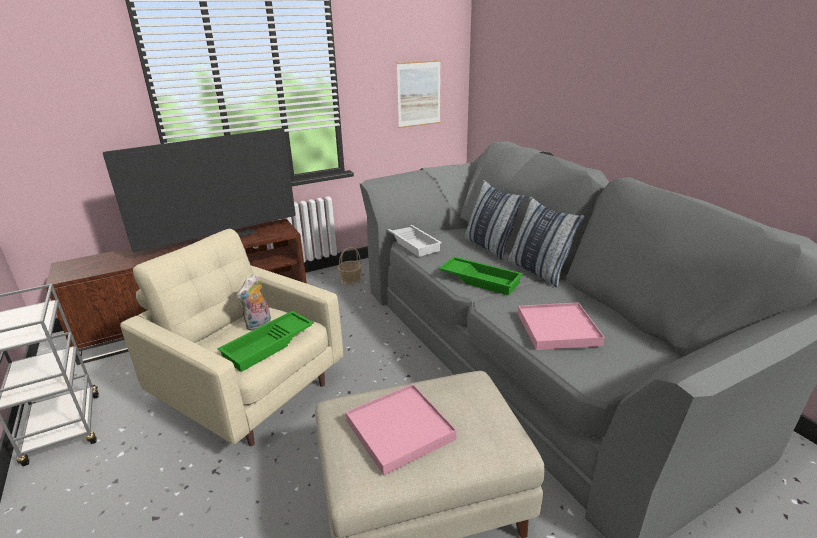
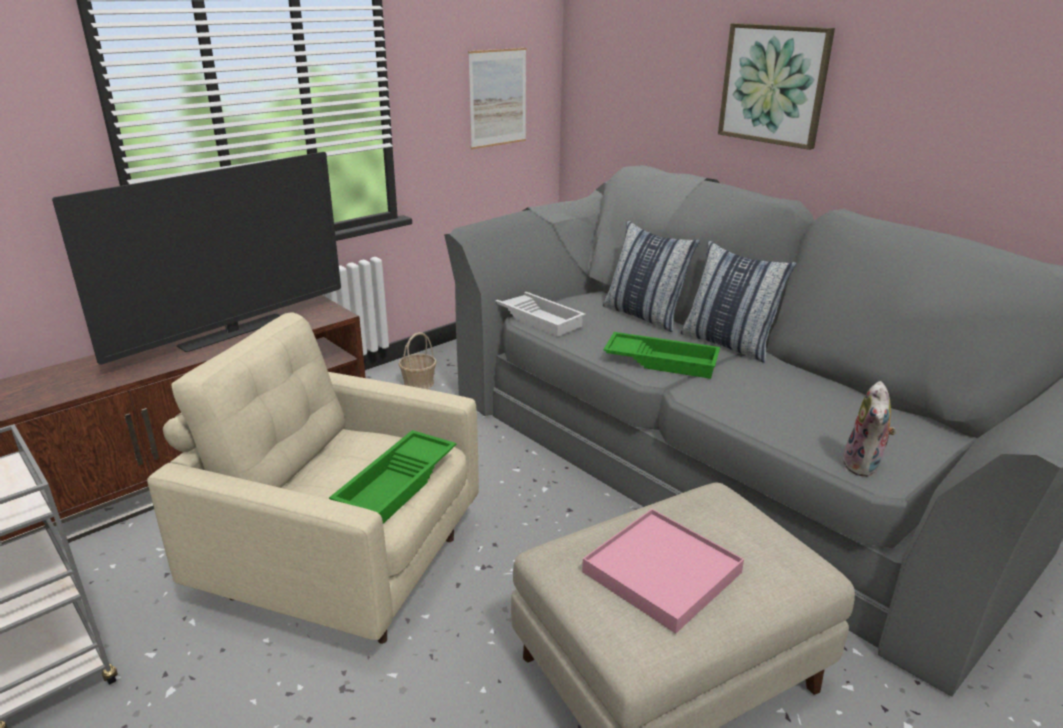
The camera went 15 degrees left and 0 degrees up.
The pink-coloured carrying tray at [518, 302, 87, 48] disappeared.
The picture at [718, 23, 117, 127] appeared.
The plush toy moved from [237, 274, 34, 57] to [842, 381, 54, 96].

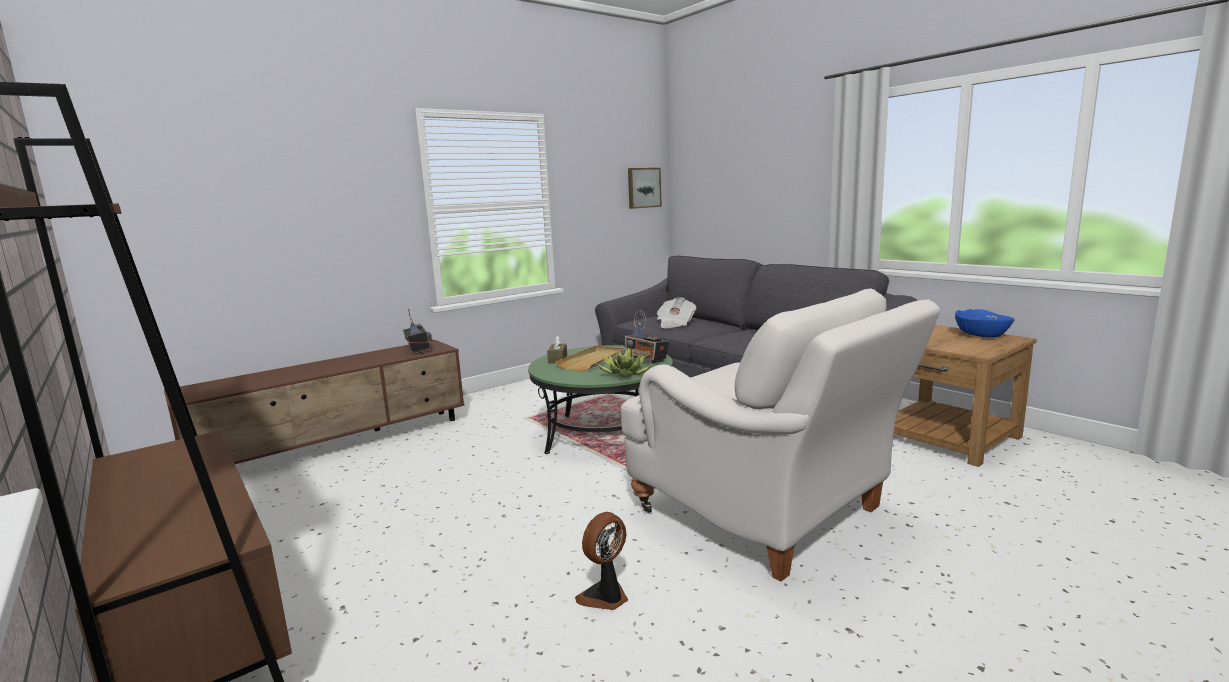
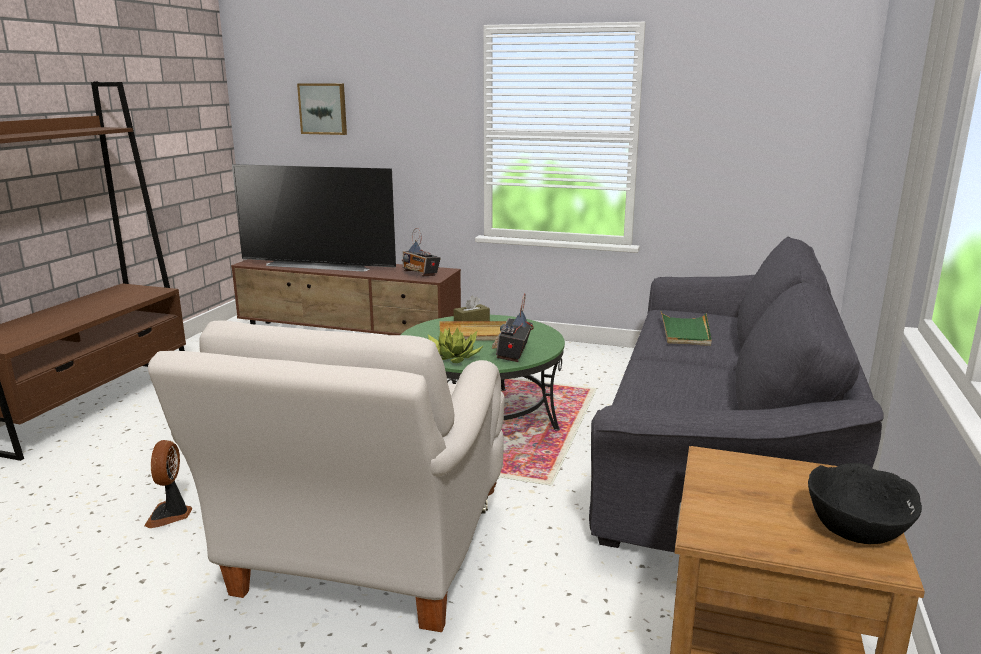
The camera went 55 degrees right and 5 degrees up.
The TV set at [232, 164, 164, 108] appeared.
The picture moved from [628, 168, 34, 41] to [297, 83, 50, 52].
The printed paper at [657, 297, 39, 32] was replaced by the green-coloured carrying tray at [661, 311, 51, 35].
The bluish bowl at [955, 309, 60, 29] became the black-coloured bowl at [808, 463, 114, 81].
The radio receiver at [403, 308, 30, 46] turned 105 degrees clockwise.
The electric fan at [575, 512, 53, 98] turned 105 degrees counterclockwise.

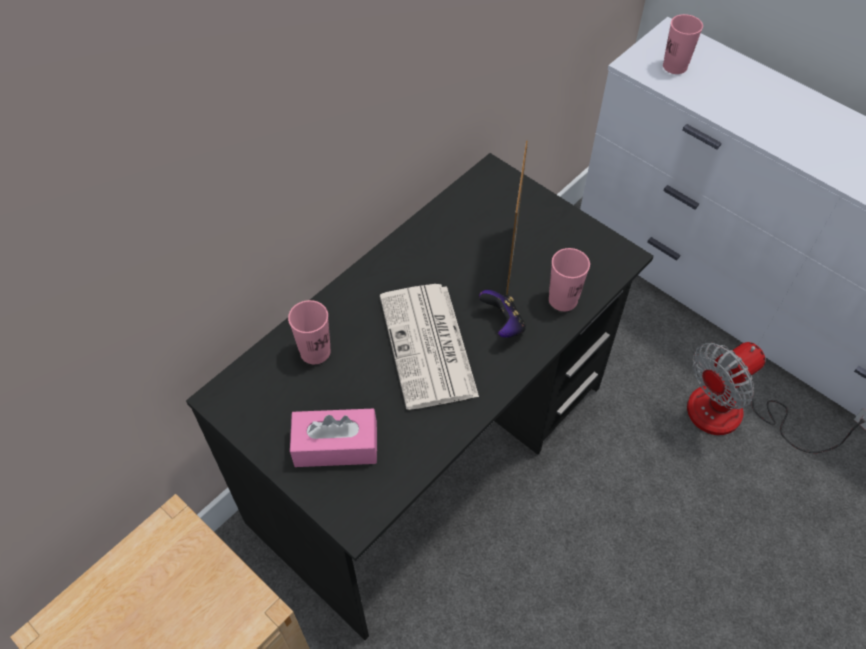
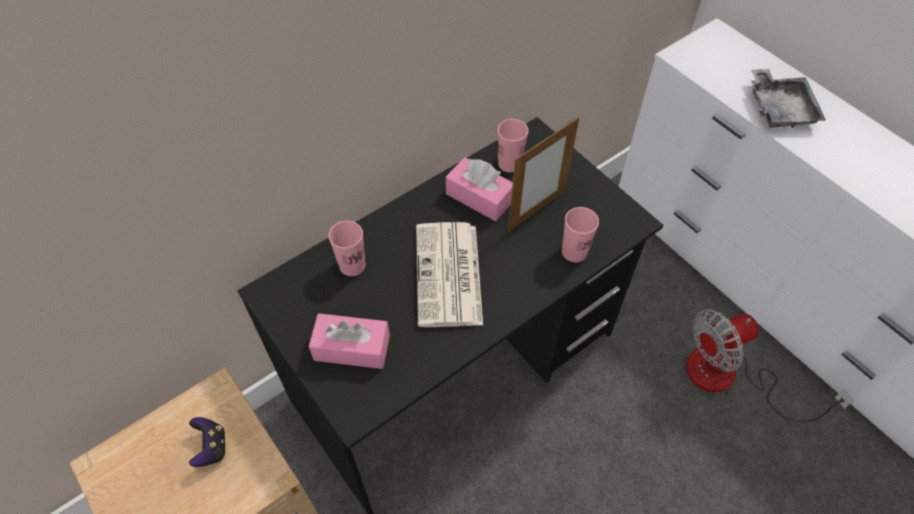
The camera went 10 degrees right and 0 degrees up.
The pink-coloured box of tissues at [446, 157, 67, 64] appeared.
The greyish carrying tray at [751, 69, 75, 59] appeared.
The gamepad moved from [479, 290, 47, 48] to [189, 417, 37, 50].
The pink-coloured cup moved from [663, 14, 40, 60] to [498, 119, 31, 53].
The photo frame at [506, 141, 22, 154] turned 150 degrees counterclockwise.

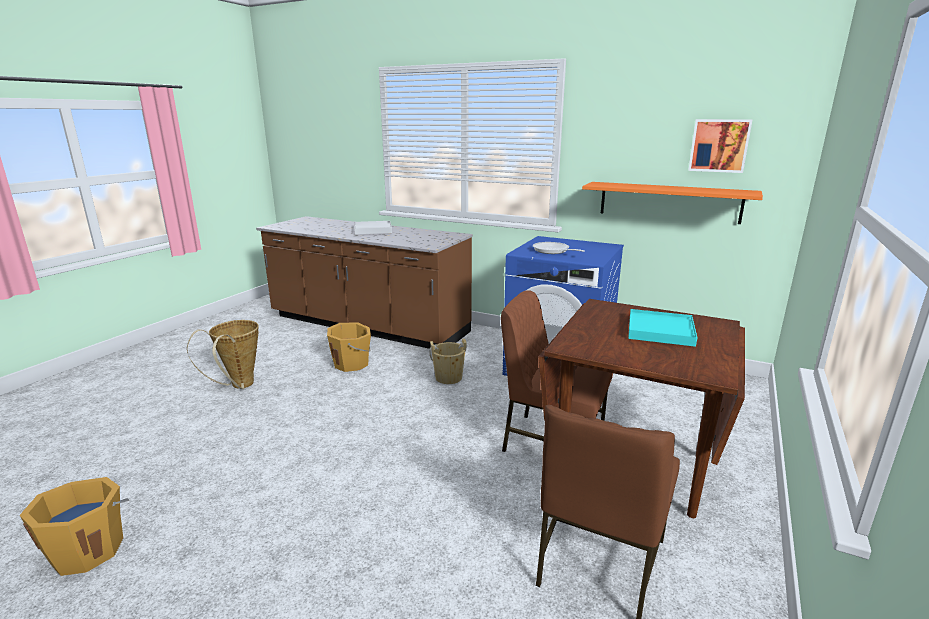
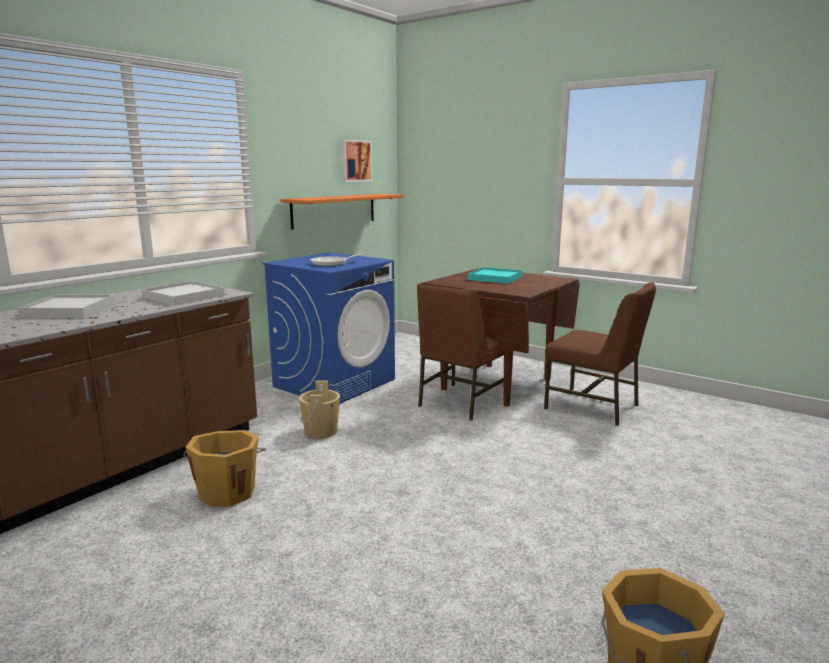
The camera went 80 degrees left and 5 degrees down.
The household basket at [187, 320, 72, 69] disappeared.
The white carrying tray at [141, 281, 84, 25] appeared.

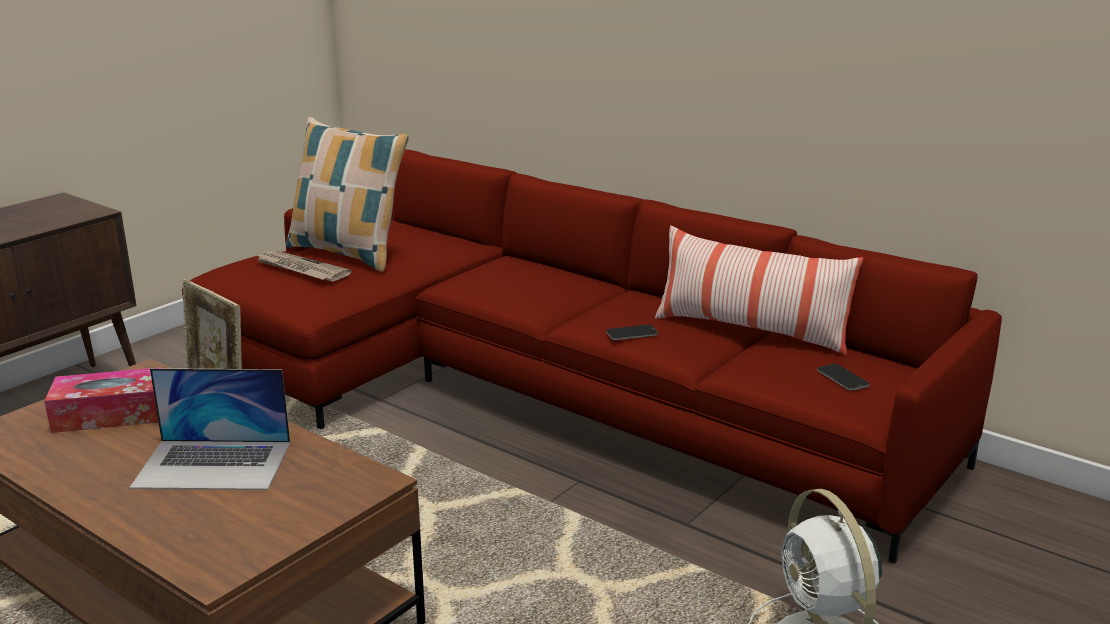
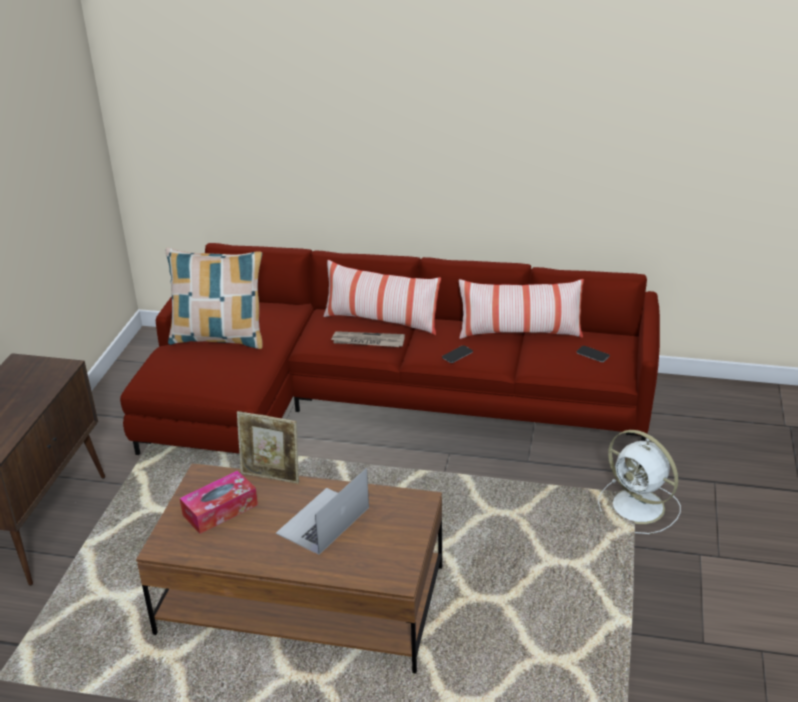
The camera went 25 degrees left and 10 degrees up.
The cushion at [323, 260, 118, 75] appeared.
The printed paper moved from [256, 250, 95, 31] to [331, 331, 74, 16].
The portable computer at [129, 368, 161, 122] turned 150 degrees clockwise.

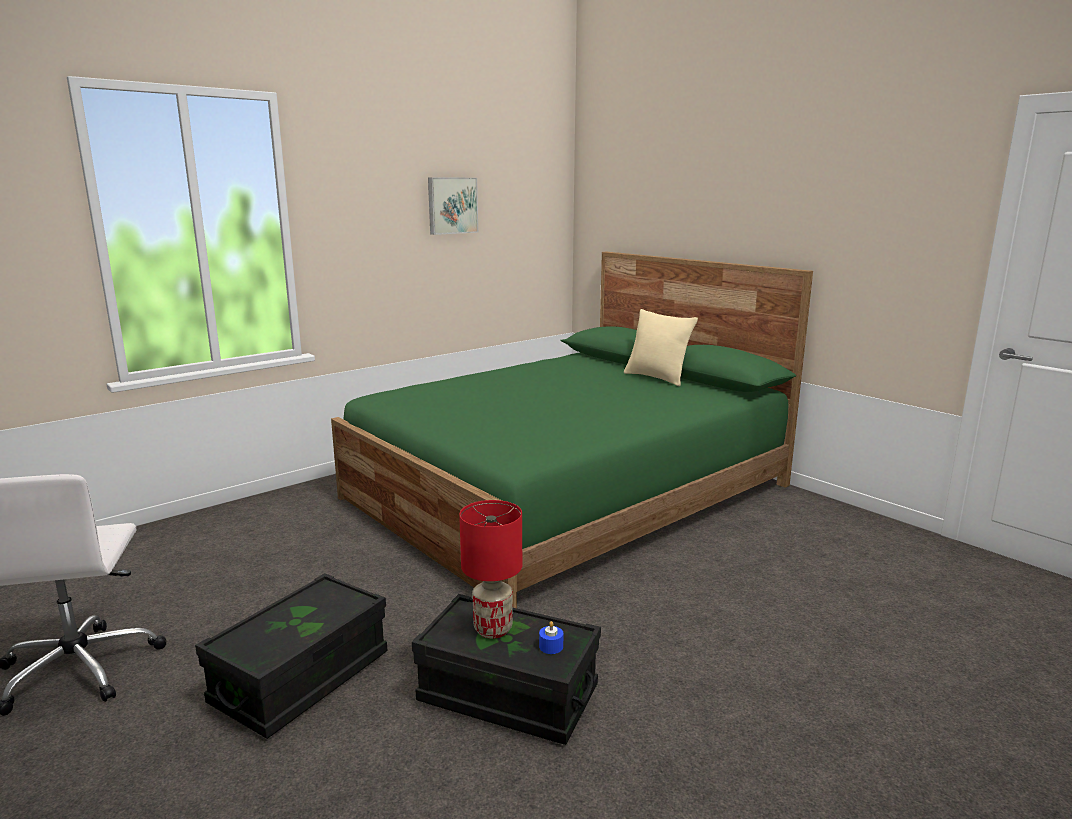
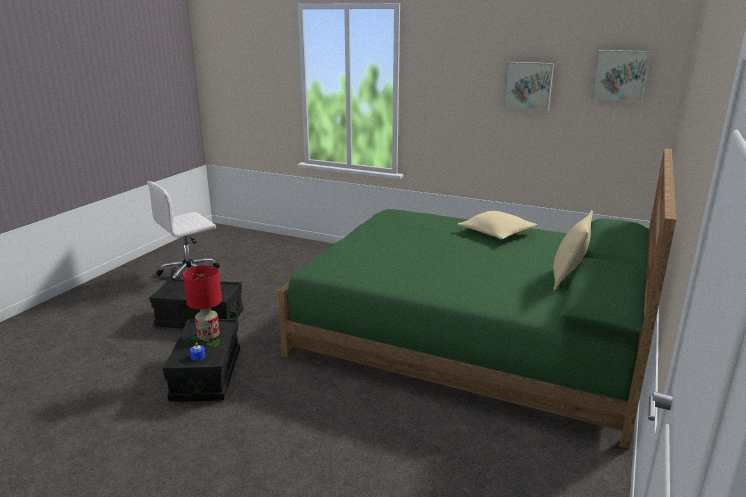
The camera went 65 degrees right and 5 degrees up.
The sand-coloured cushion at [457, 211, 80, 28] appeared.
The picture at [591, 50, 59, 52] appeared.

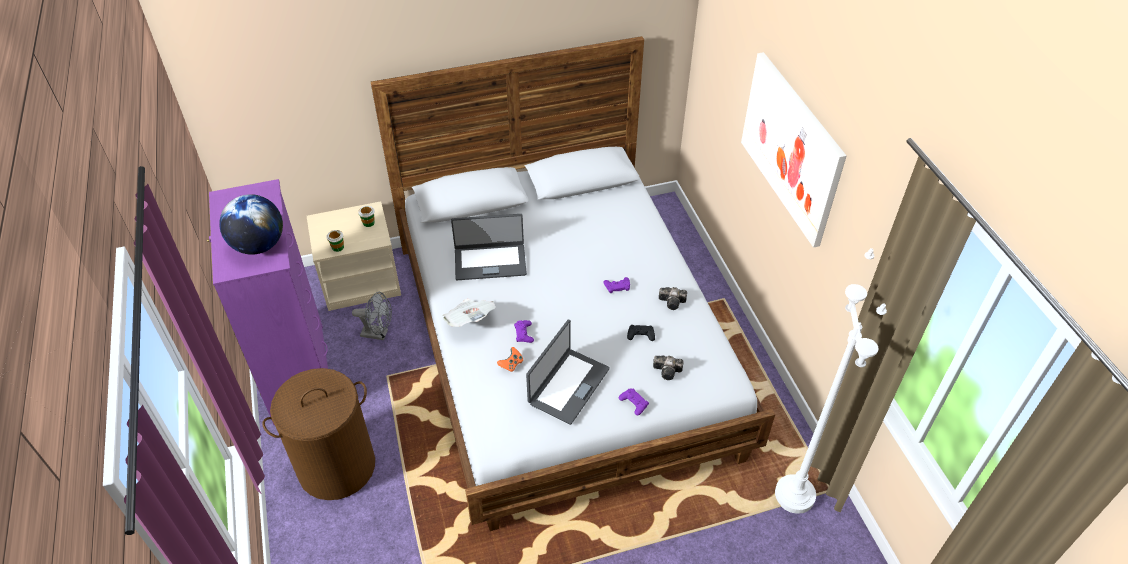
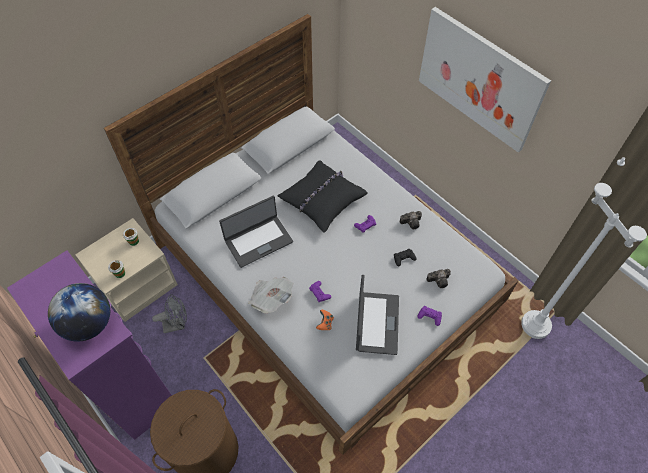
The camera went 25 degrees left and 10 degrees up.
The black-coloured cushion at [277, 160, 91, 73] appeared.

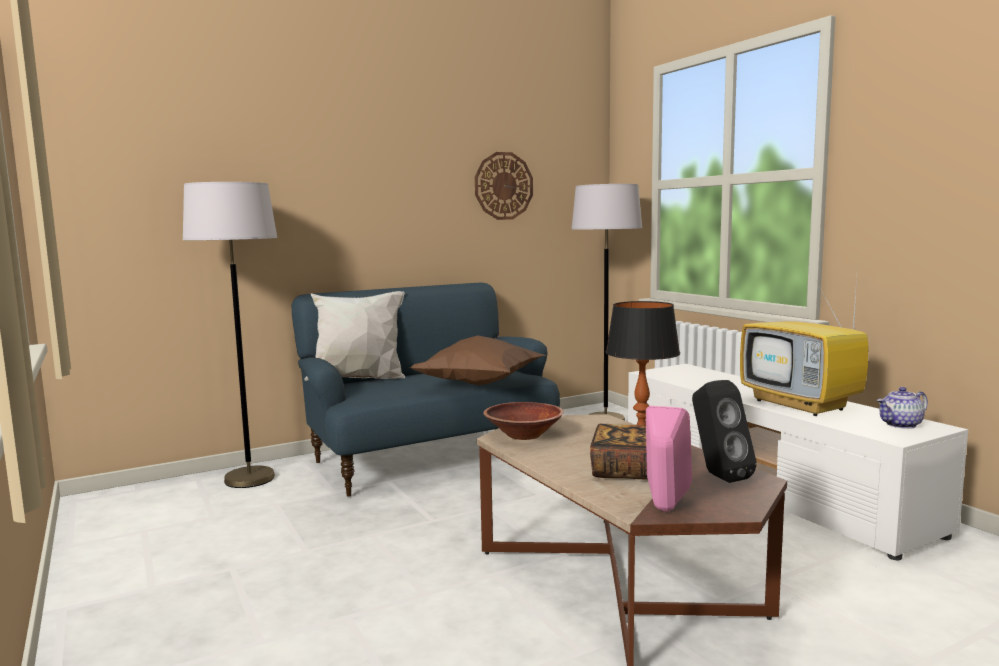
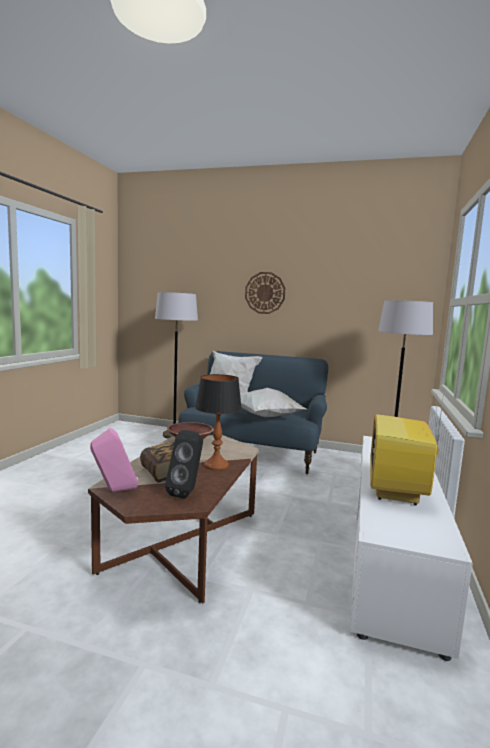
The camera went 45 degrees right and 0 degrees up.
The teapot at [876, 387, 52, 42] disappeared.
The wall clock moved from [475, 152, 58, 68] to [245, 272, 40, 42].
The brownish cushion at [409, 335, 136, 50] became the white cushion at [240, 388, 66, 29].

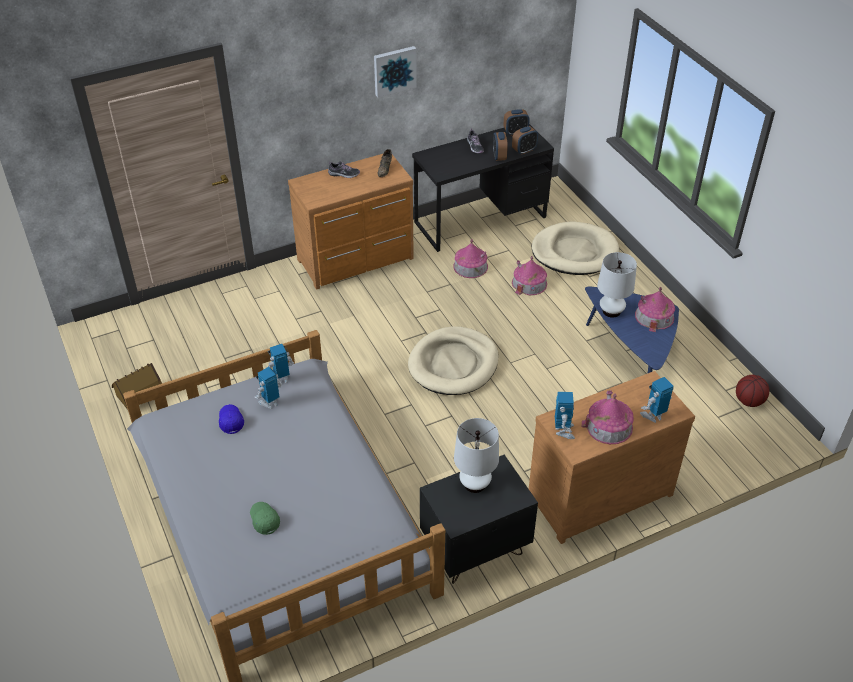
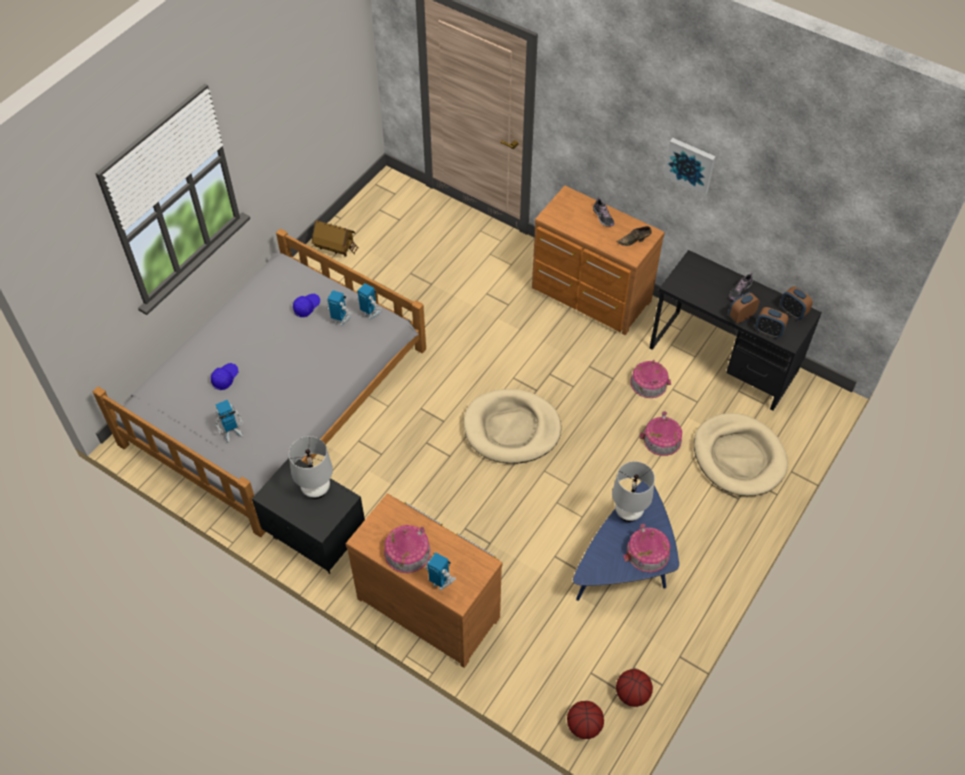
The camera went 60 degrees right and 10 degrees up.
The basketball at [567, 701, 37, 38] appeared.
The model robot moved from [555, 392, 20, 47] to [215, 400, 29, 43].
The green-coloured baseball cap at [250, 502, 30, 33] became the bluish baseball cap at [211, 363, 27, 27].

